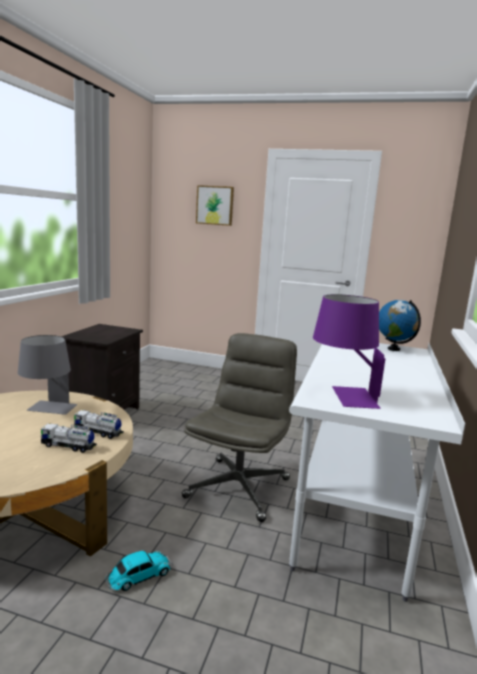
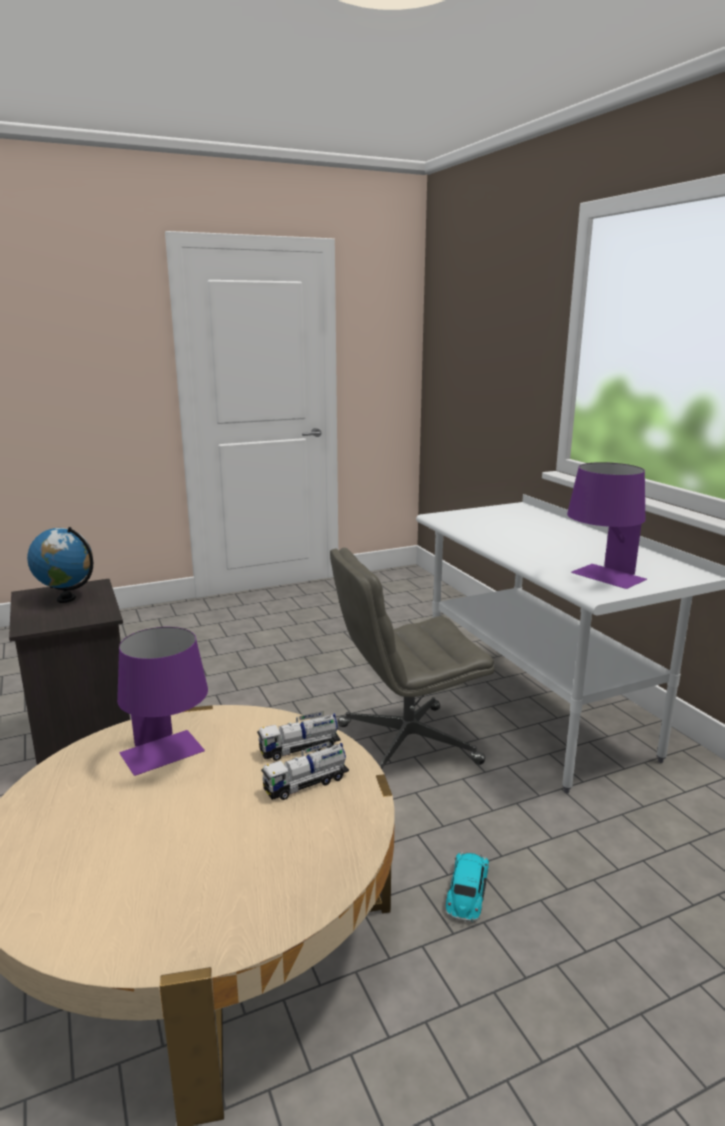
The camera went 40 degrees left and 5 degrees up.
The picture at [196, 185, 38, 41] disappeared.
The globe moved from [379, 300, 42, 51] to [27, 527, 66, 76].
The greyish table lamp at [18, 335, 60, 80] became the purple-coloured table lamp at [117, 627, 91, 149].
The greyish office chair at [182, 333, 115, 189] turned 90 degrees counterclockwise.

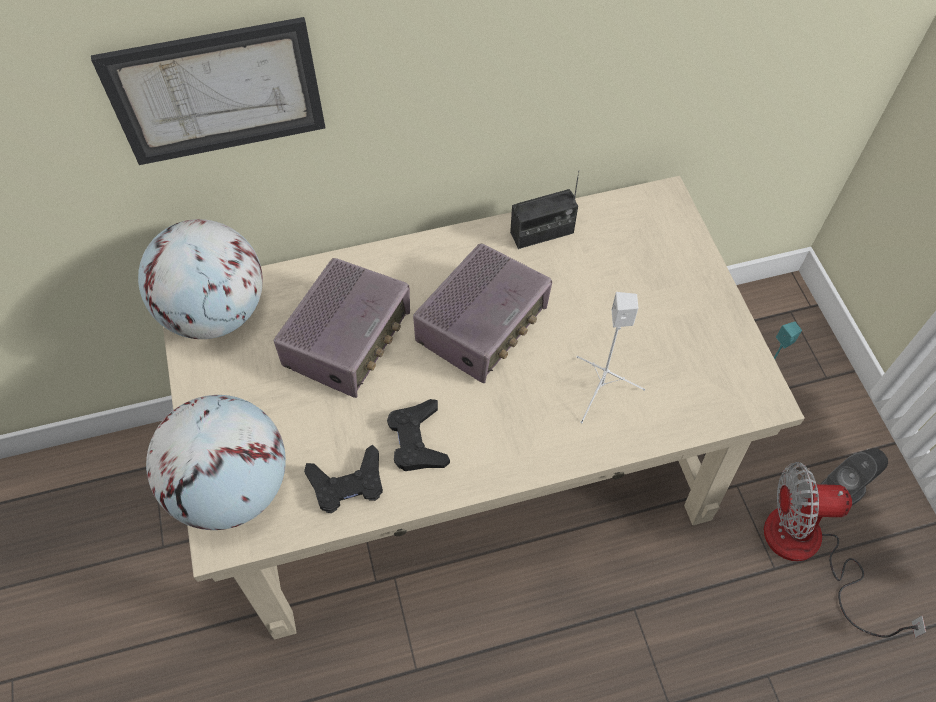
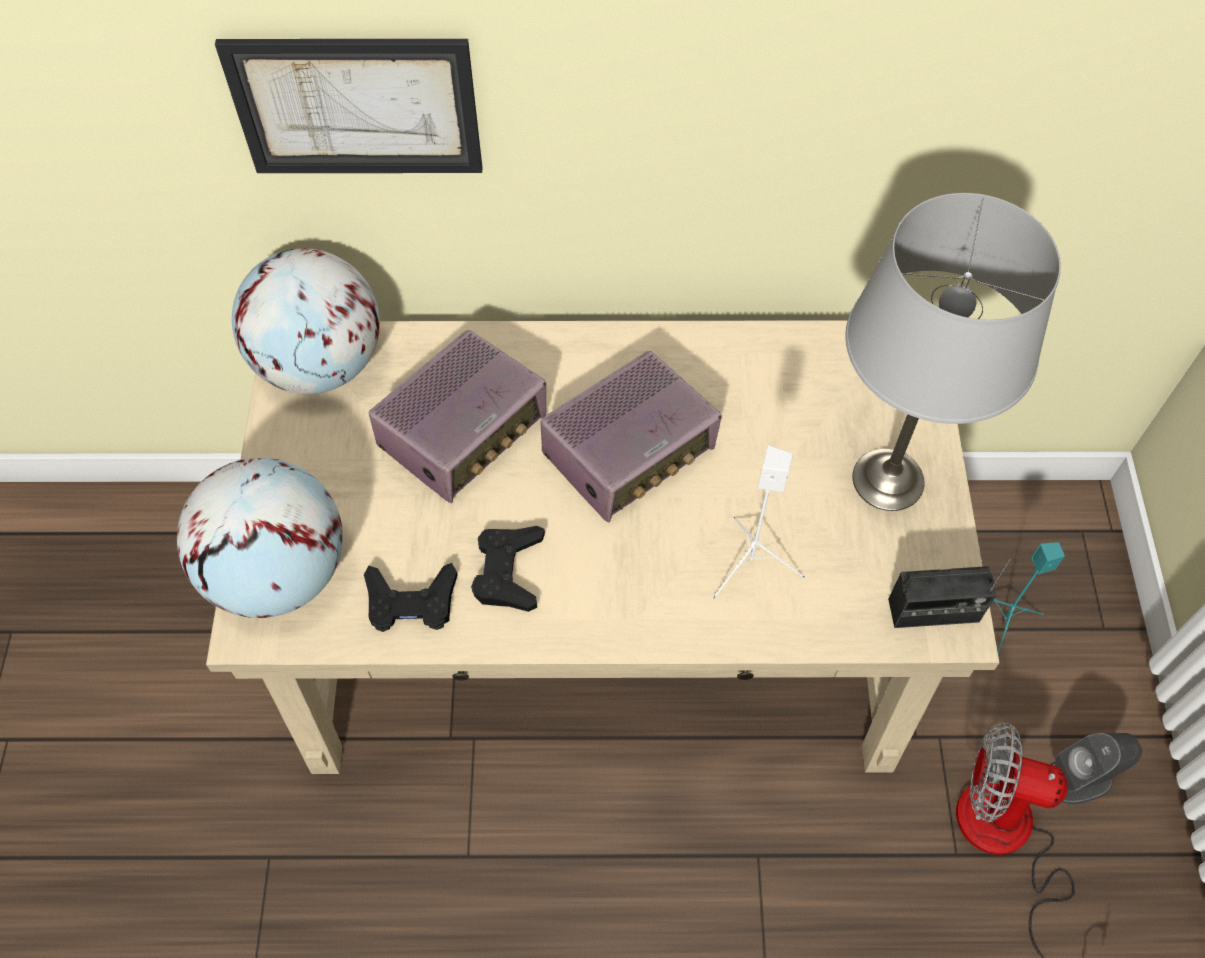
The camera went 15 degrees right and 0 degrees up.
The greyish table lamp at [846, 193, 215, 318] appeared.
The radio receiver moved from [510, 170, 69, 79] to [888, 559, 123, 69].

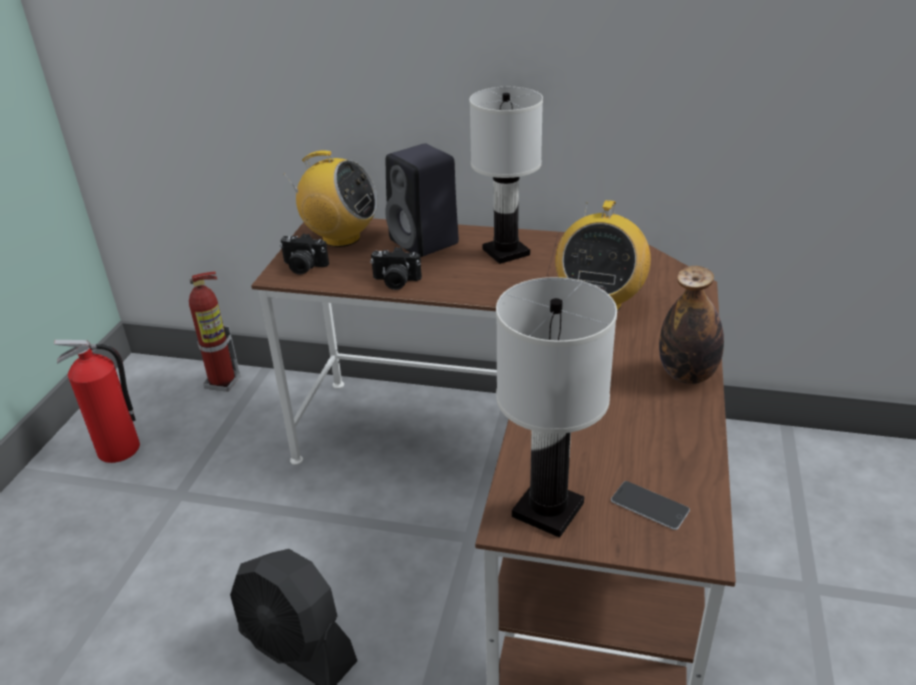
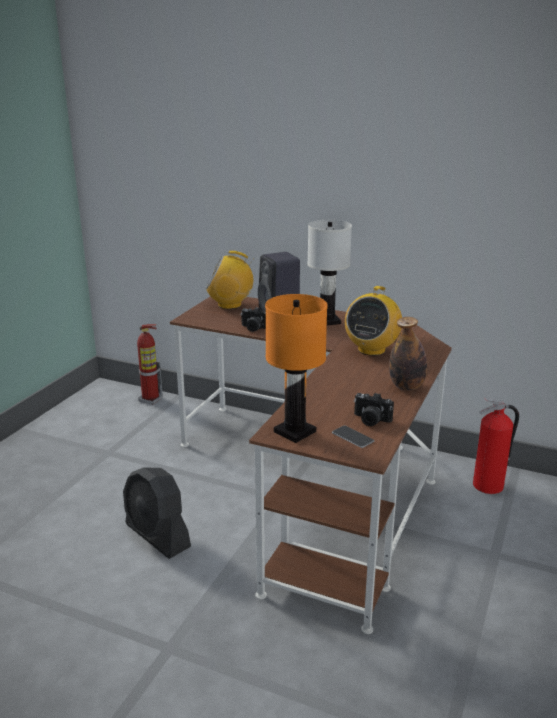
The camera went 10 degrees right and 10 degrees down.
The fire-fighting cylinder moved from [54, 340, 86, 123] to [473, 398, 46, 96].
The still camera moved from [280, 233, 49, 42] to [354, 393, 40, 33].
The white table lamp at [496, 277, 121, 261] became the orange table lamp at [265, 294, 62, 149].
The radio receiver at [284, 150, 94, 97] turned 150 degrees clockwise.

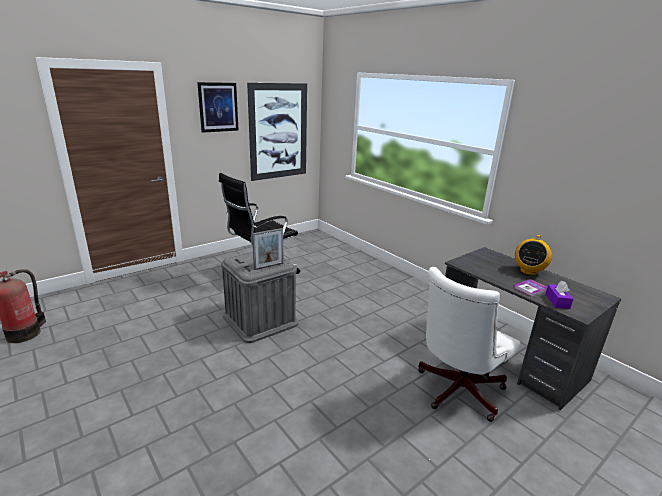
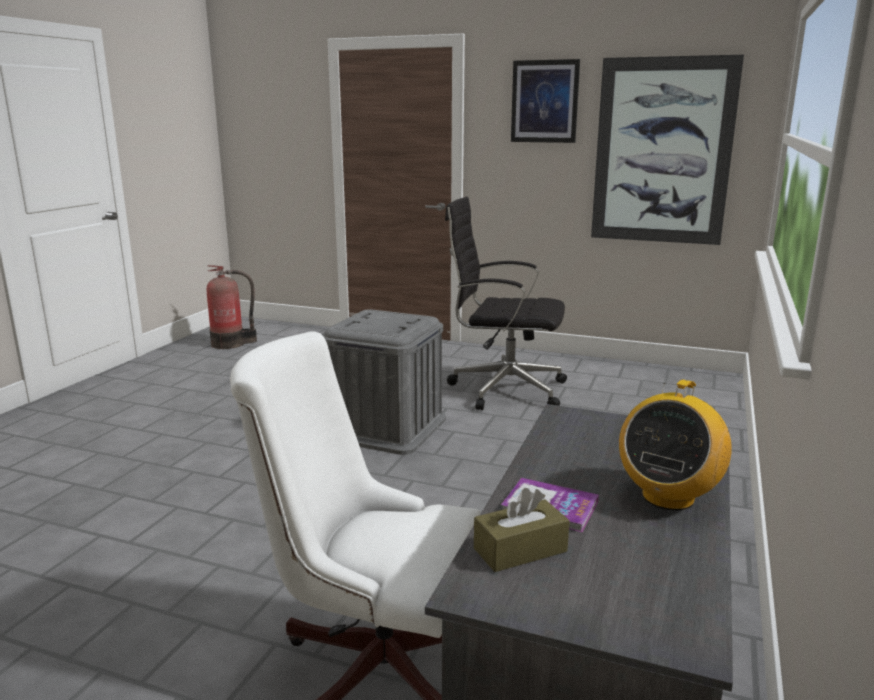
The camera went 60 degrees right and 5 degrees down.
The photo frame at [252, 228, 31, 42] disappeared.
The purple-coloured box of tissues at [546, 281, 27, 28] became the brownish box of tissues at [474, 488, 95, 84].
The radio receiver at [515, 235, 37, 40] turned 60 degrees counterclockwise.

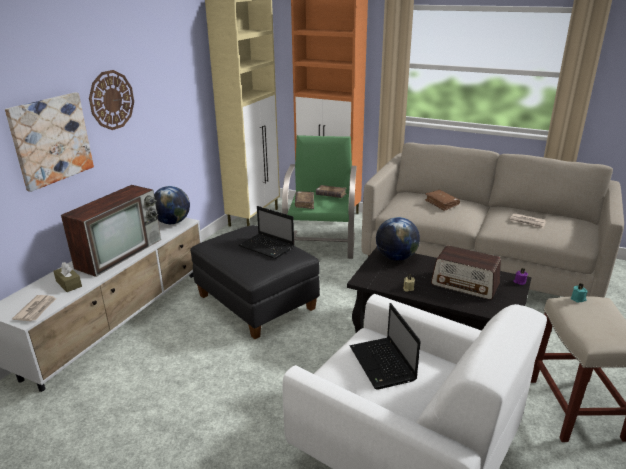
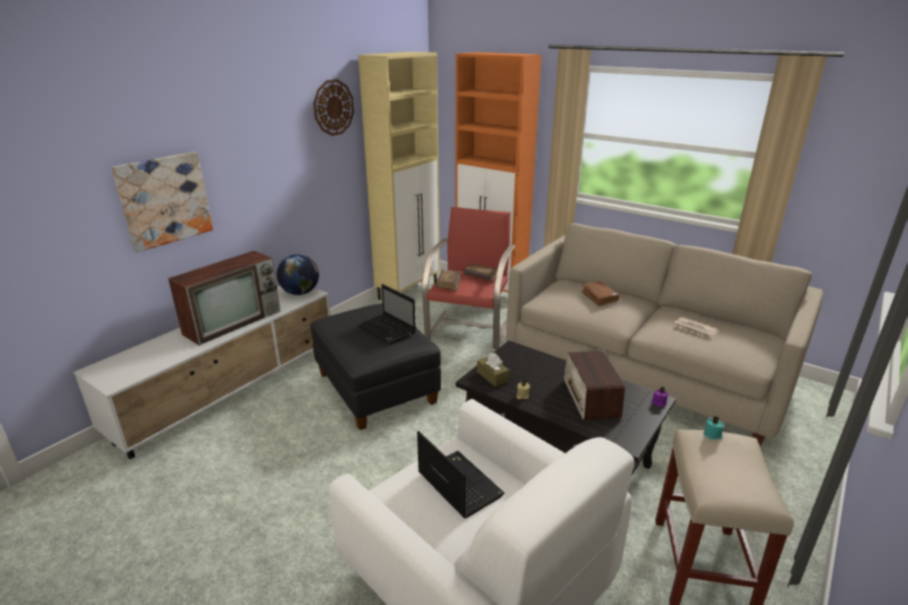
The camera went 10 degrees right and 0 degrees up.
The printed paper at [12, 295, 44, 26] disappeared.
The globe at [376, 217, 44, 44] disappeared.
The brownish box of tissues moved from [53, 262, 29, 30] to [477, 353, 32, 34].
The wall clock moved from [89, 70, 45, 60] to [313, 79, 41, 57].
The green-coloured armchair at [282, 135, 75, 124] became the red armchair at [422, 207, 93, 142].
The portable computer at [350, 303, 71, 87] turned 150 degrees clockwise.
The radio receiver at [431, 245, 70, 55] turned 45 degrees clockwise.

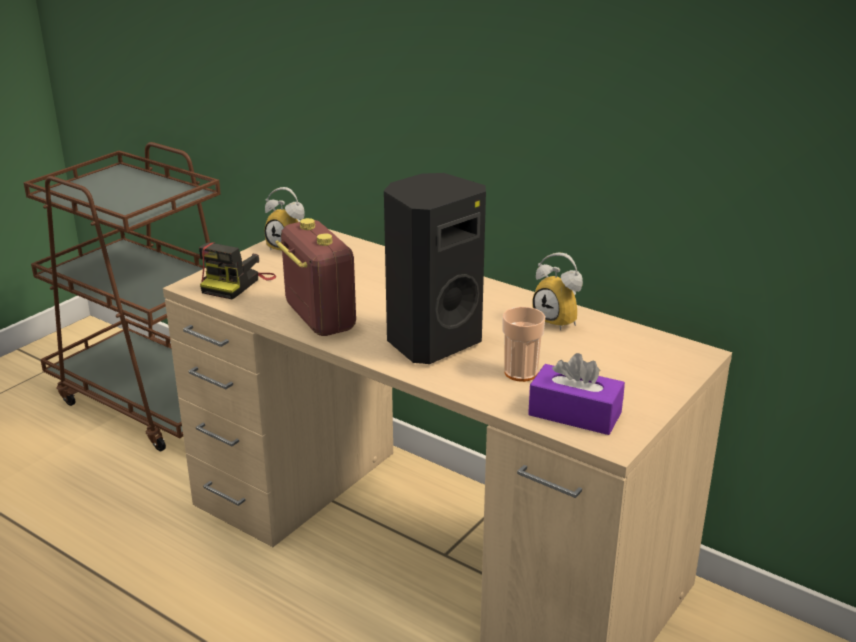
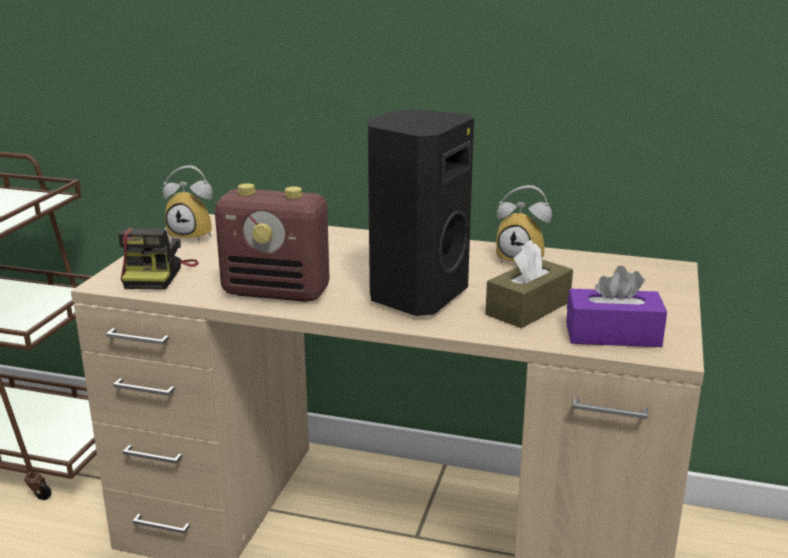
The camera went 20 degrees left and 5 degrees down.
The cup at [503, 307, 42, 75] was replaced by the brownish box of tissues at [485, 240, 88, 88].
The radio receiver at [275, 218, 81, 118] turned 150 degrees clockwise.

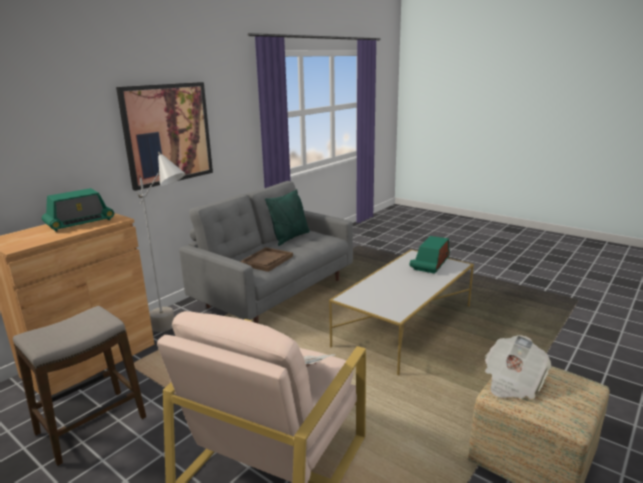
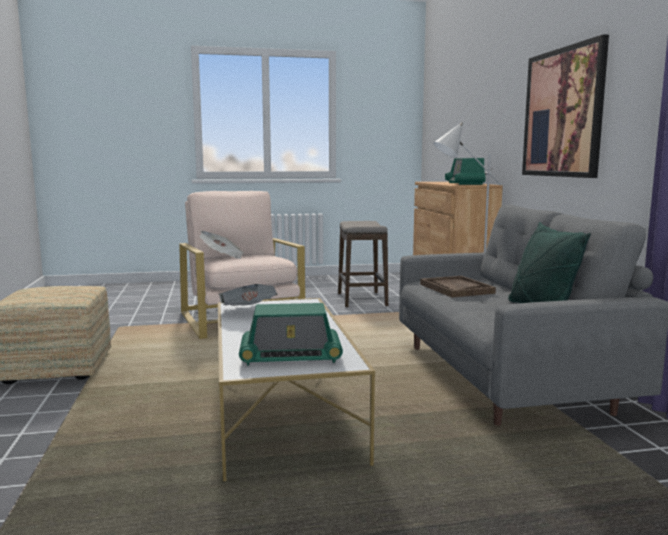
The camera went 130 degrees right and 10 degrees down.
The printed paper moved from [485, 335, 66, 64] to [219, 284, 58, 22].
The radio receiver at [409, 236, 41, 38] turned 105 degrees clockwise.

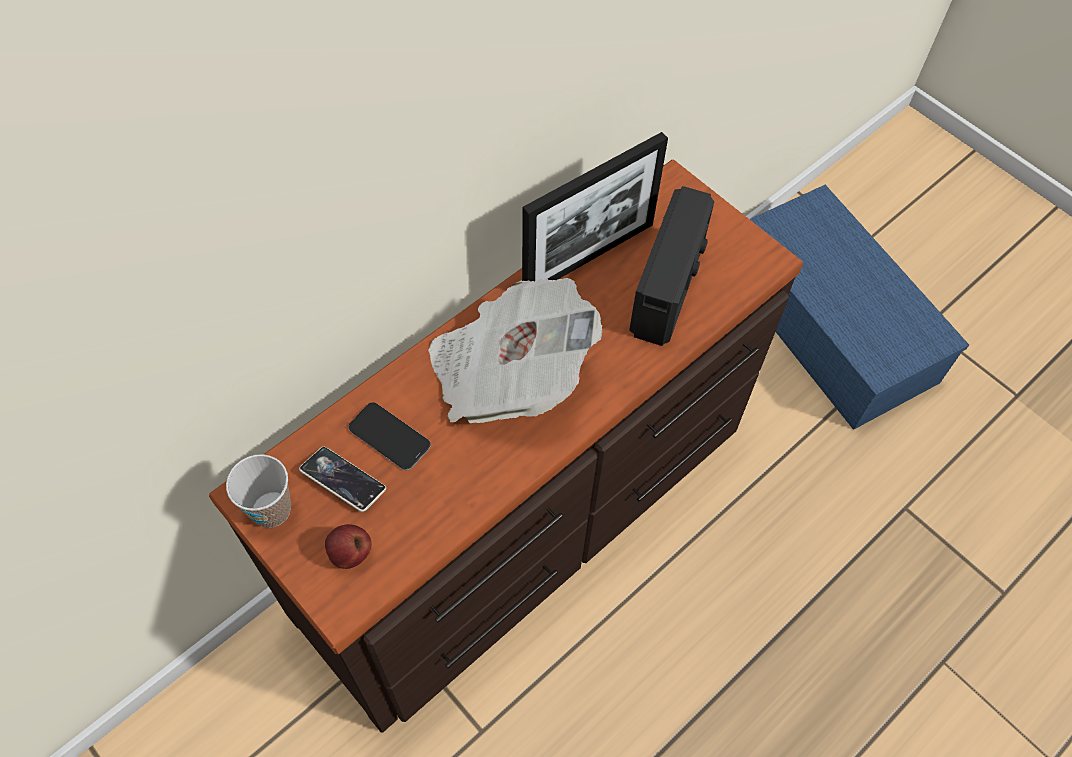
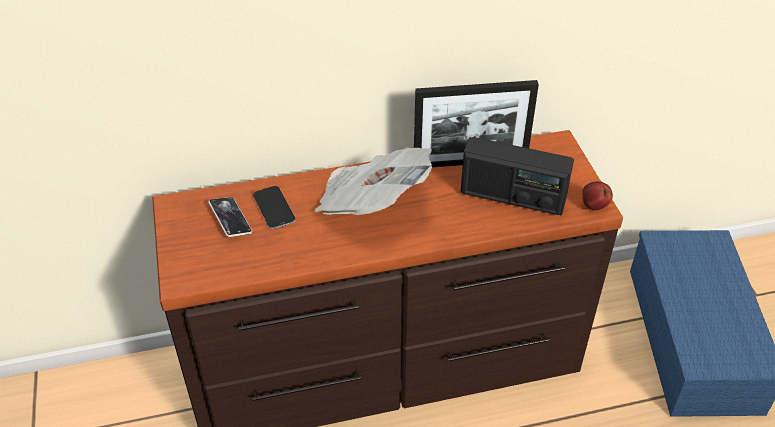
The camera went 30 degrees right and 15 degrees down.
The cup at [226, 454, 65, 74] disappeared.
The whole apple moved from [325, 524, 46, 45] to [582, 181, 31, 29].
The radio receiver at [629, 186, 85, 160] turned 60 degrees clockwise.

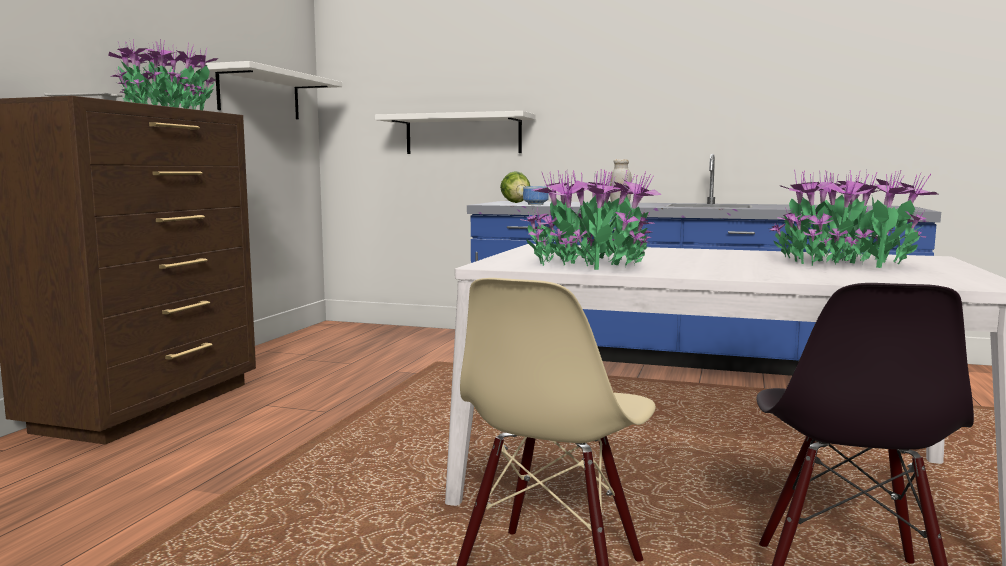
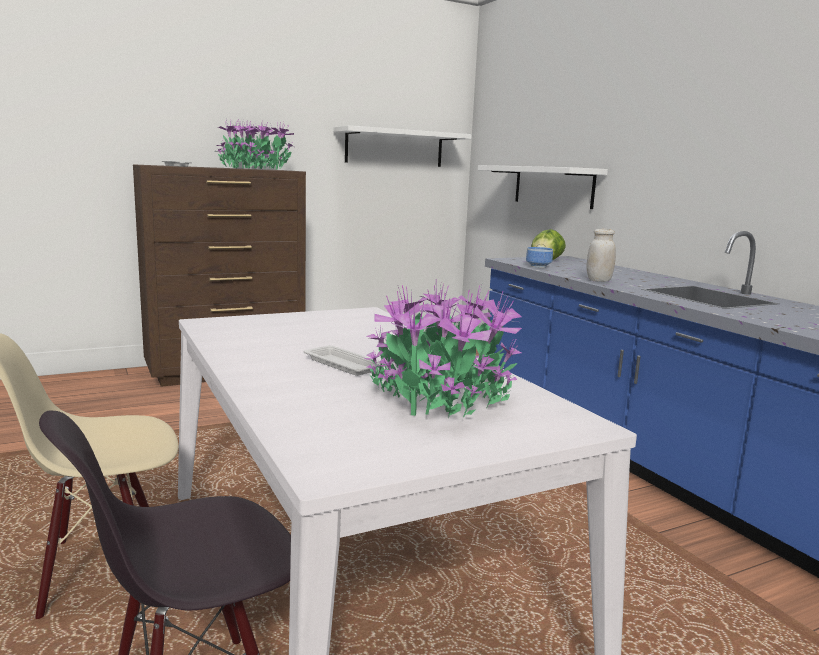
The camera went 45 degrees right and 5 degrees up.
The potted plant at [520, 170, 142, 100] disappeared.
The white carrying tray at [304, 345, 80, 31] appeared.

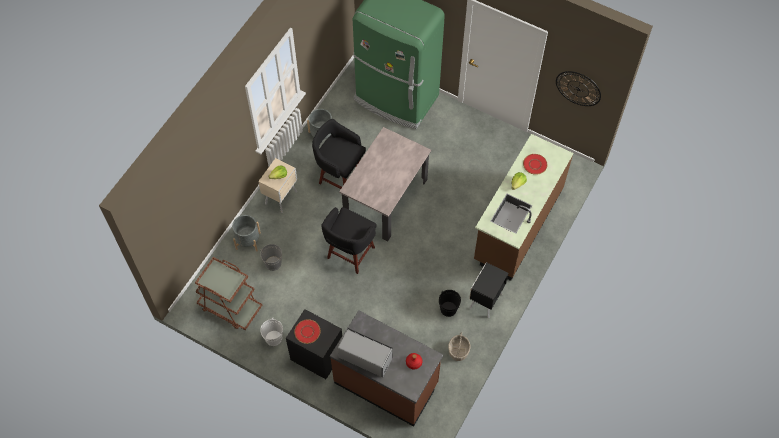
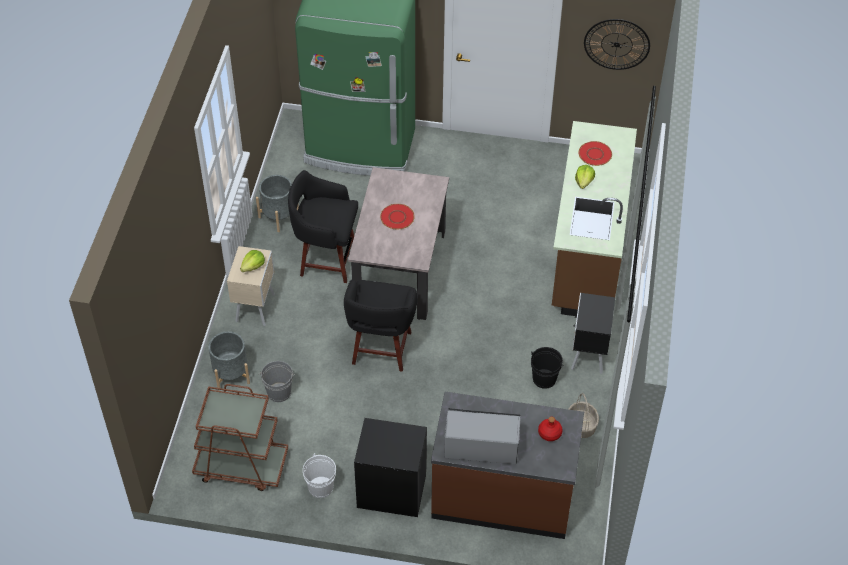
The camera went 20 degrees left and 10 degrees down.
The red dinner plate moved from [294, 319, 26, 25] to [380, 204, 35, 25].

